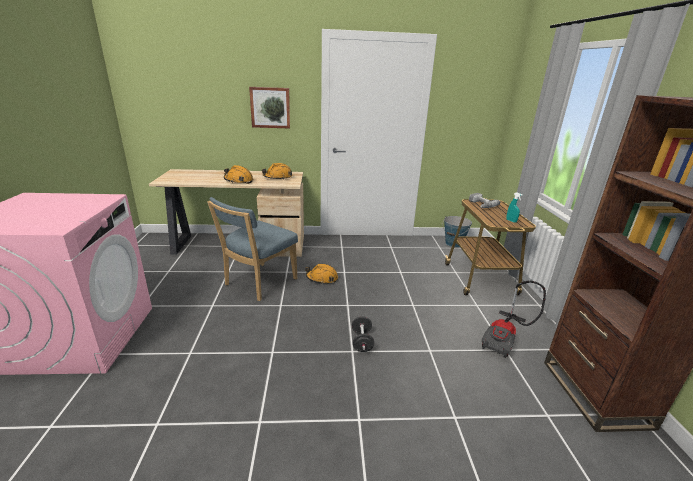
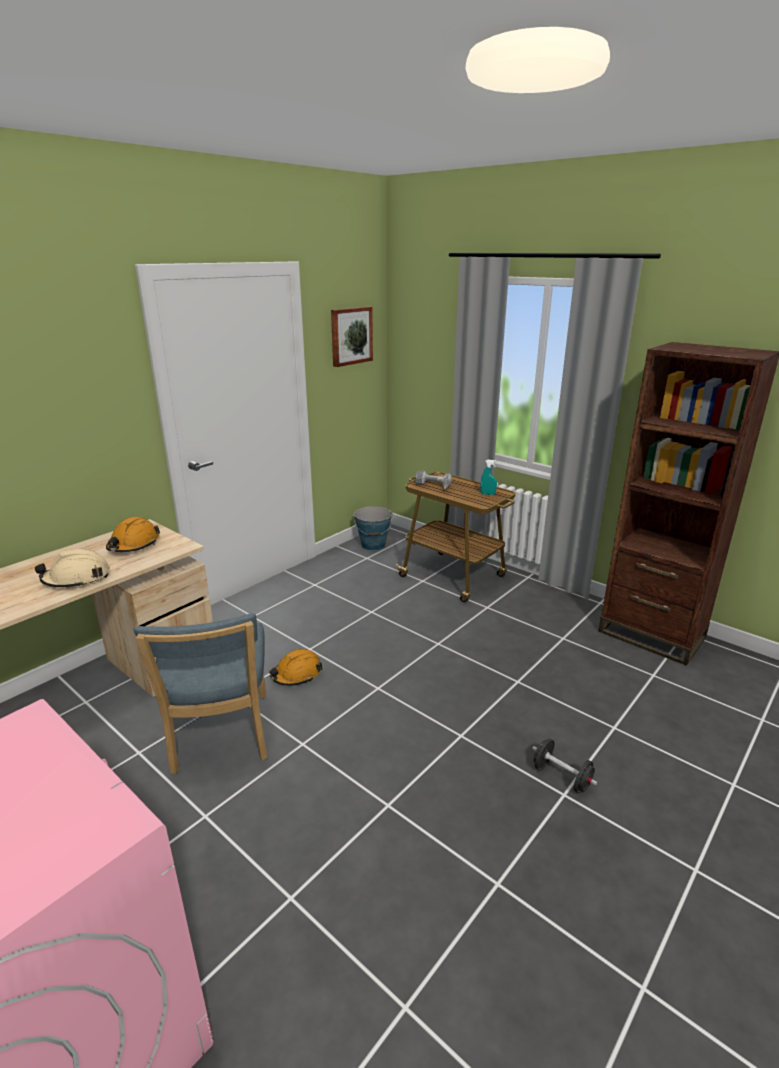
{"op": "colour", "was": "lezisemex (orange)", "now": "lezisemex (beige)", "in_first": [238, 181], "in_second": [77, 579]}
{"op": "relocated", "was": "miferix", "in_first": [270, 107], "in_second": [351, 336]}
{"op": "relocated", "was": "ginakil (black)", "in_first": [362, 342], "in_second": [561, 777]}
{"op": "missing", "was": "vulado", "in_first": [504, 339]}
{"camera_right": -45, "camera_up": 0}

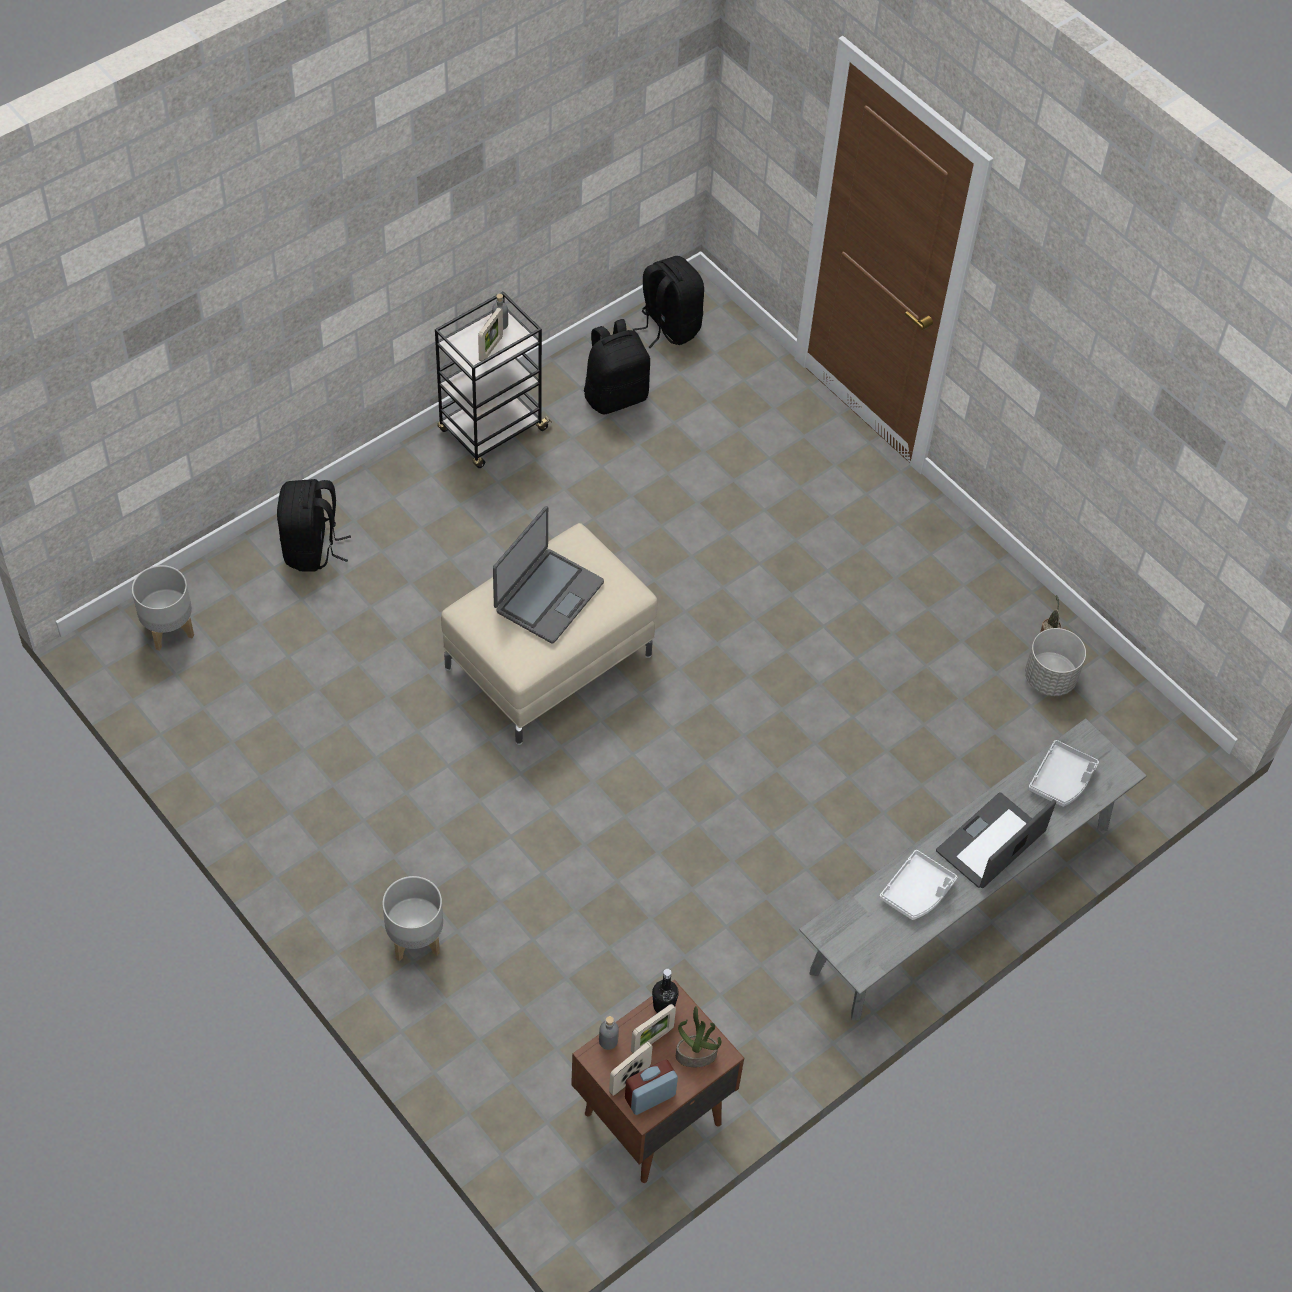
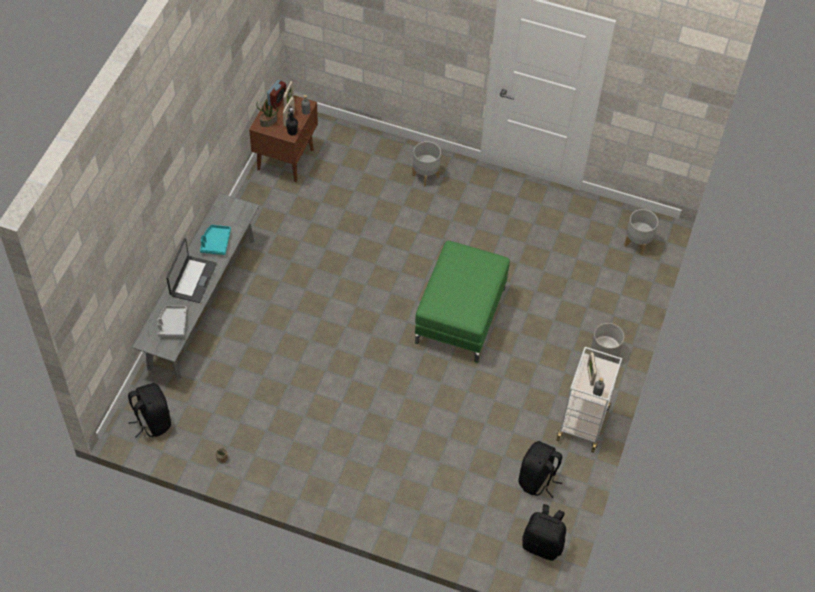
{"op": "relocated", "was": "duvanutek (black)", "in_first": [312, 549], "in_second": [152, 421]}
{"op": "colour", "was": "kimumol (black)", "now": "kimumol (white)", "in_first": [492, 431], "in_second": [583, 422]}
{"op": "colour", "was": "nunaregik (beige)", "now": "nunaregik (green)", "in_first": [548, 659], "in_second": [461, 316]}
{"op": "missing", "was": "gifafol", "in_first": [548, 596]}
{"op": "colour", "was": "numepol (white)", "now": "numepol (turquoise)", "in_first": [917, 891], "in_second": [215, 243]}
{"op": "relocated", "was": "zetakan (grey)", "in_first": [1050, 678], "in_second": [604, 350]}
{"camera_right": 150, "camera_up": 0}

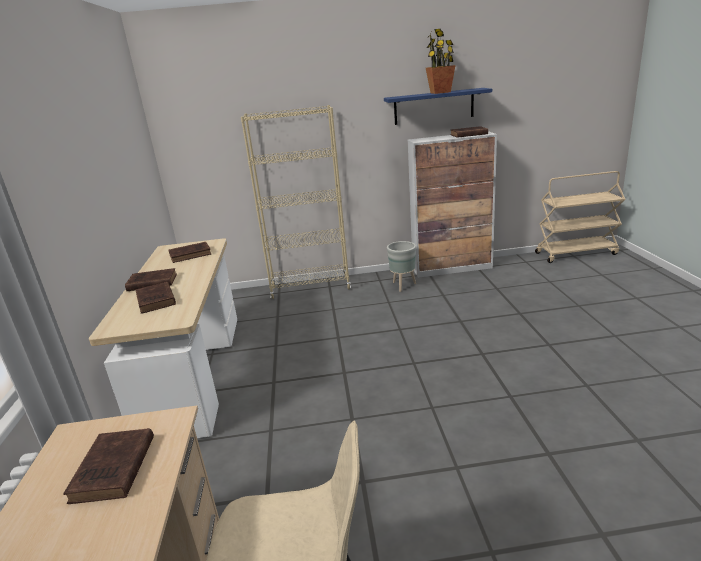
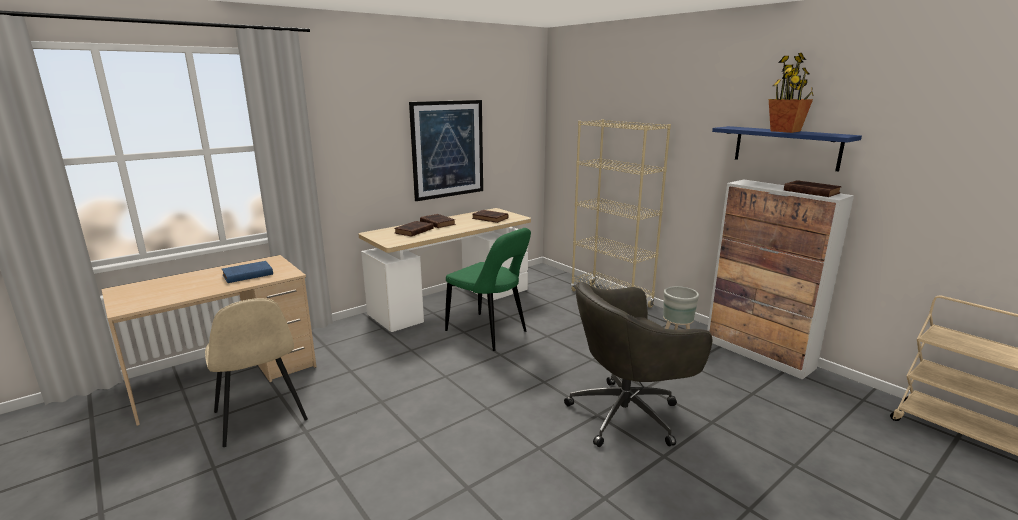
{"op": "colour", "was": "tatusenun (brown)", "now": "tatusenun (blue)", "in_first": [113, 471], "in_second": [246, 275]}
{"op": "appeared", "now": "miferix", "in_second": [448, 149]}
{"op": "appeared", "now": "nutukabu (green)", "in_second": [489, 333]}
{"op": "appeared", "now": "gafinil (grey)", "in_second": [627, 414]}
{"camera_right": 55, "camera_up": -5}

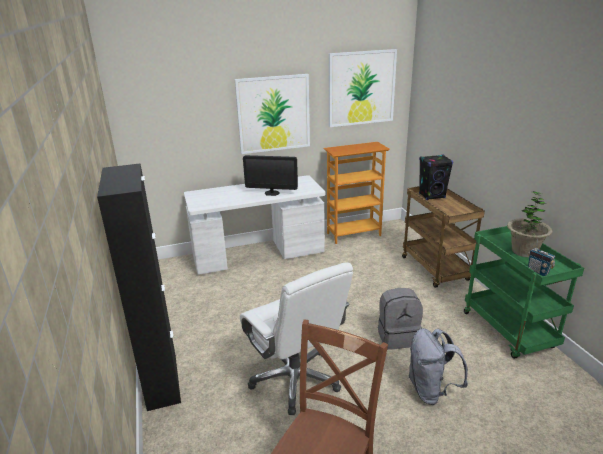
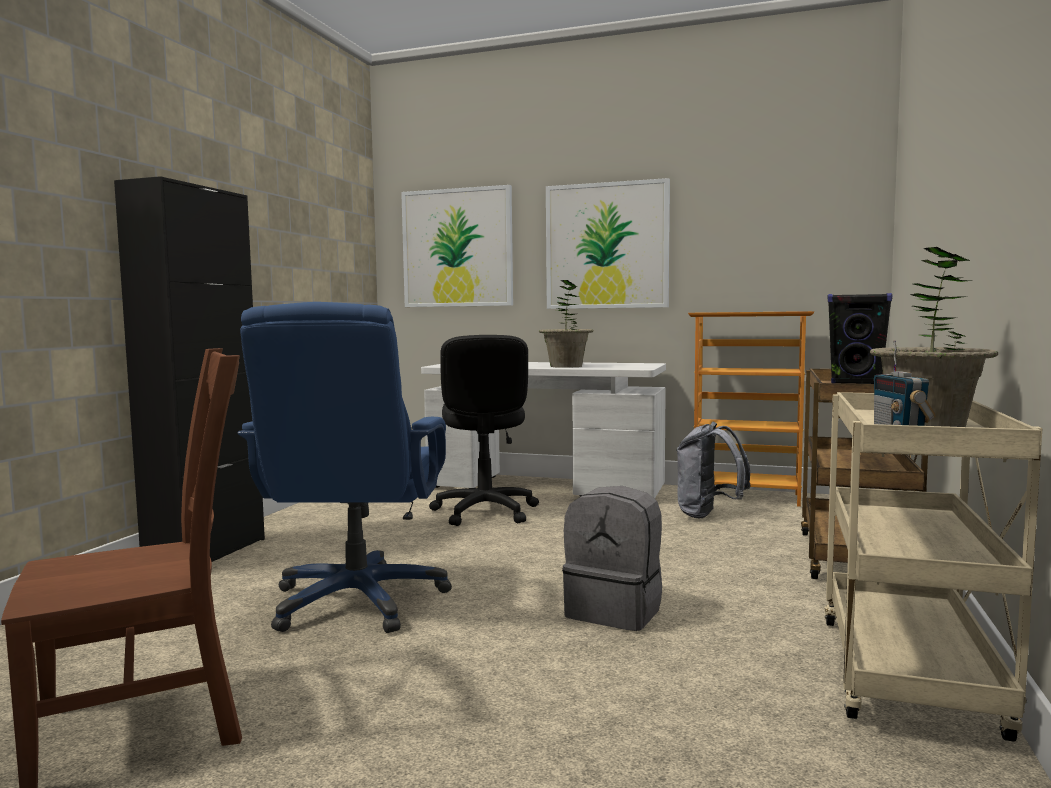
{"op": "colour", "was": "gafinil (white)", "now": "gafinil (blue)", "in_first": [295, 379], "in_second": [357, 601]}
{"op": "exchanged", "was": "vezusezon", "now": "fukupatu", "in_first": [272, 193], "in_second": [566, 366]}
{"op": "relocated", "was": "miferix", "in_first": [361, 88], "in_second": [457, 248]}
{"op": "relocated", "was": "duvanutek (grey)", "in_first": [431, 391], "in_second": [708, 515]}
{"op": "colour", "was": "kimumol (green)", "now": "kimumol (beige)", "in_first": [509, 331], "in_second": [910, 678]}
{"op": "appeared", "now": "gafinil (black)", "in_second": [484, 512]}
{"camera_right": 35, "camera_up": -20}

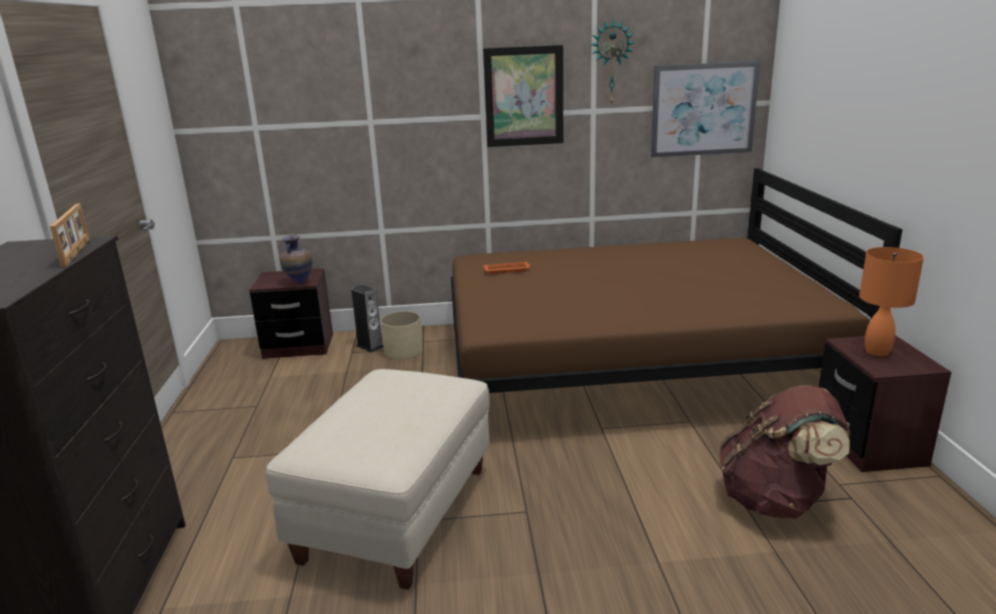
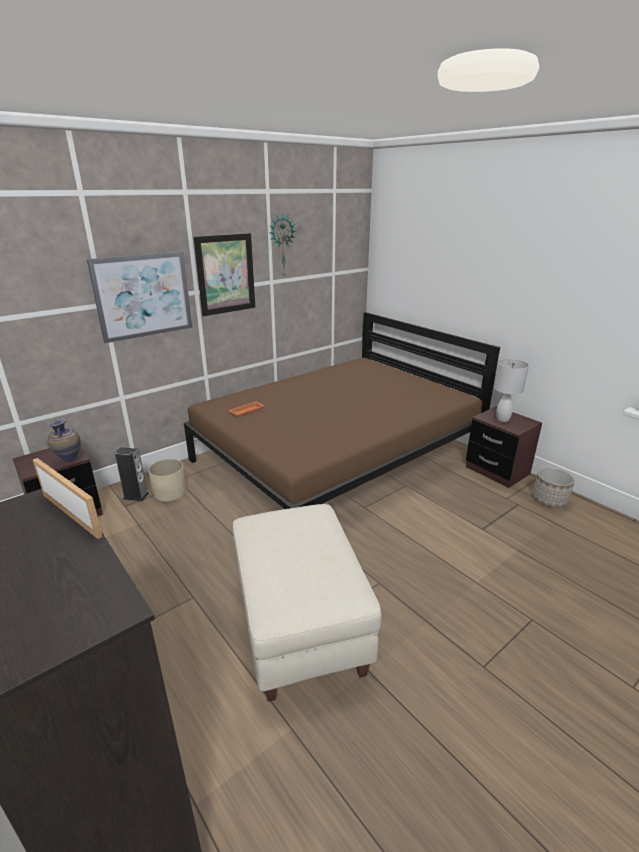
{"op": "relocated", "was": "miferix", "in_first": [703, 109], "in_second": [143, 296]}
{"op": "missing", "was": "duvanutek (brown)", "in_first": [775, 500]}
{"op": "colour", "was": "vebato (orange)", "now": "vebato (white)", "in_first": [878, 352], "in_second": [503, 419]}
{"op": "appeared", "now": "zetakan", "in_second": [549, 500]}
{"camera_right": -35, "camera_up": 5}

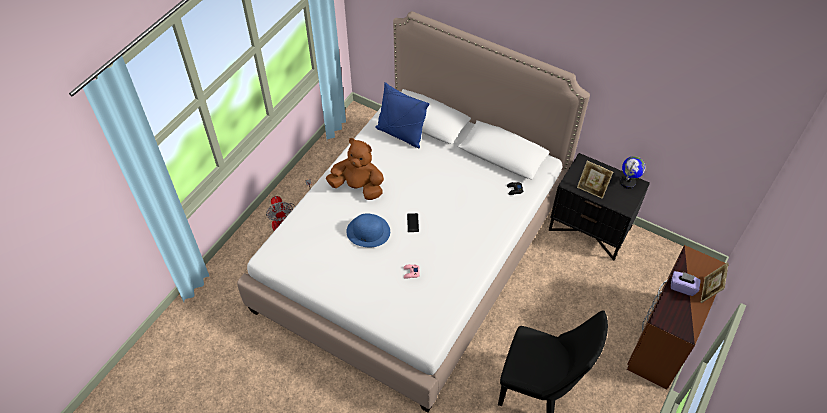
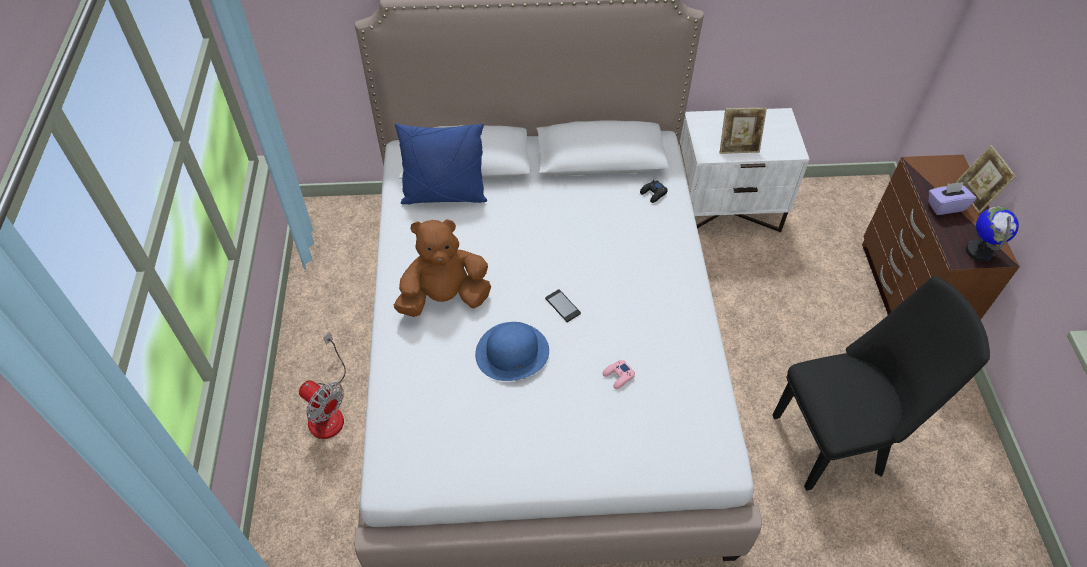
{"op": "colour", "was": "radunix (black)", "now": "radunix (white)", "in_first": [590, 229], "in_second": [726, 209]}
{"op": "relocated", "was": "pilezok", "in_first": [628, 182], "in_second": [979, 251]}
{"camera_right": -35, "camera_up": 0}

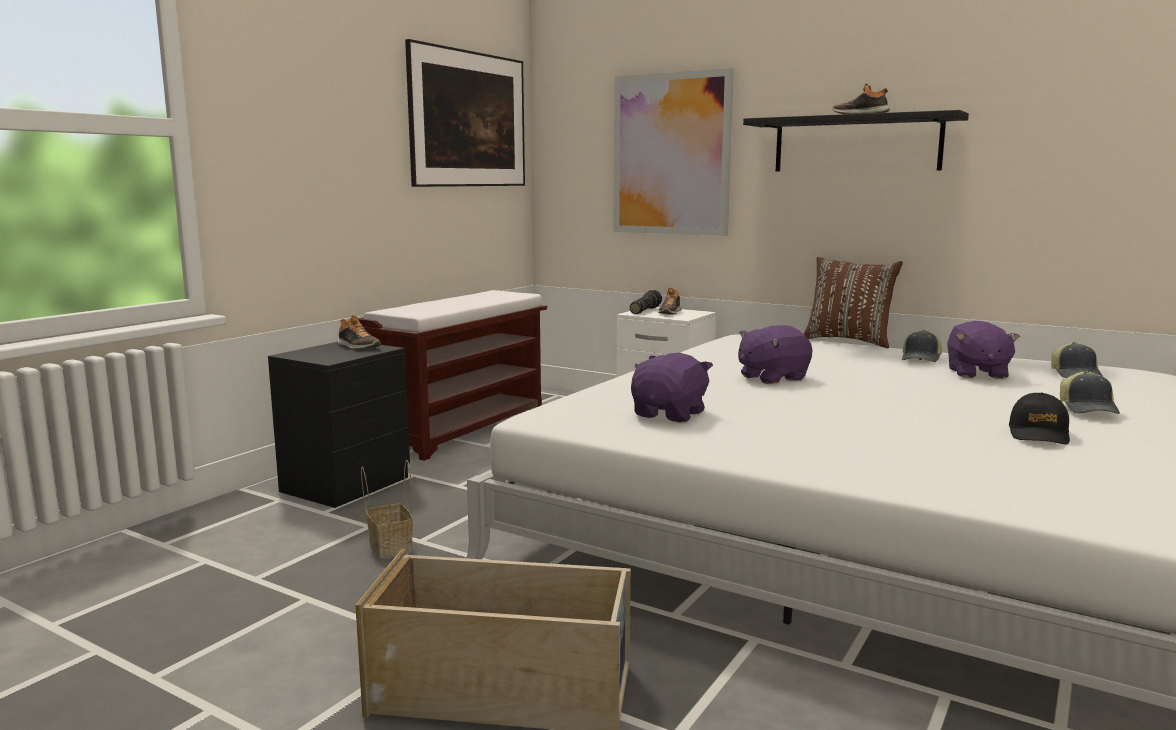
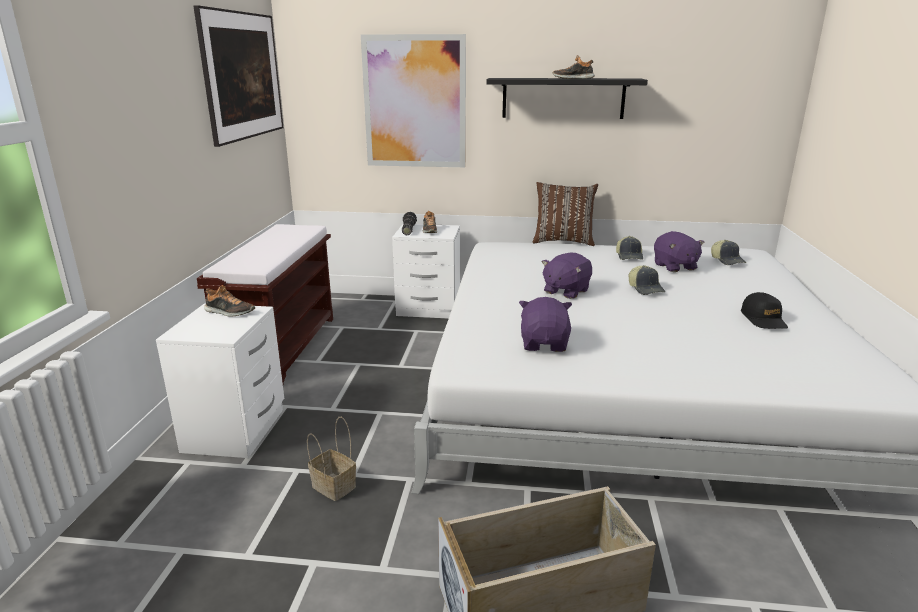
{"op": "colour", "was": "radunix (black)", "now": "radunix (white)", "in_first": [349, 484], "in_second": [237, 429]}
{"op": "relocated", "was": "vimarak", "in_first": [1088, 409], "in_second": [646, 289]}
{"camera_right": -25, "camera_up": 10}

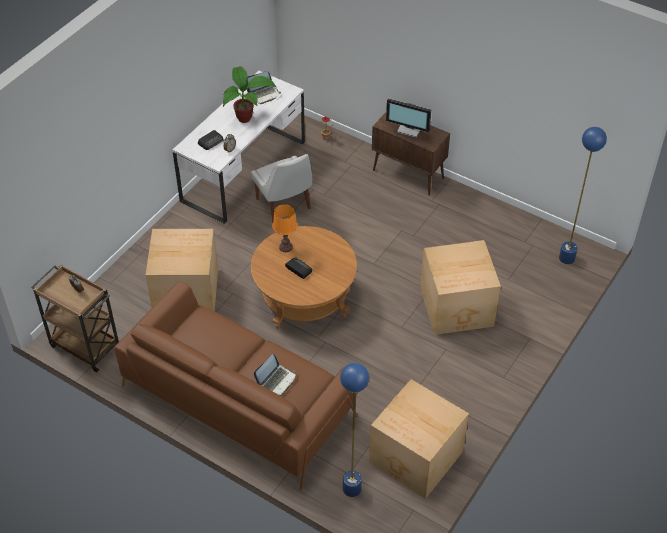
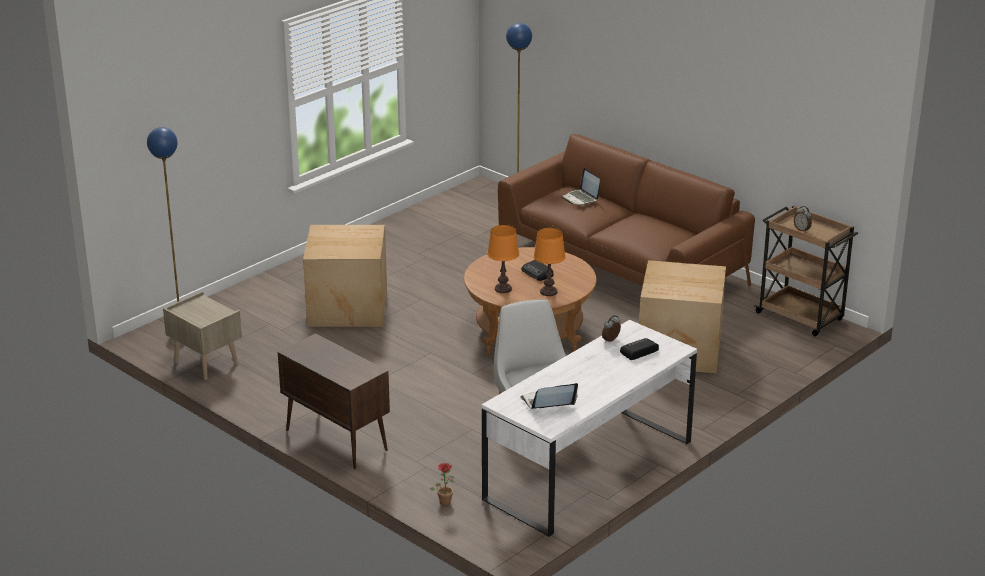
{"op": "missing", "was": "fukupatu", "in_first": [247, 118]}
{"op": "spun", "was": "gifafol", "in_first": [276, 381], "in_second": [581, 198], "clockwise": -75}
{"op": "missing", "was": "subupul", "in_first": [416, 458]}
{"op": "missing", "was": "vezusezon", "in_first": [410, 129]}
{"op": "appeared", "now": "radunix (beige)", "in_second": [205, 363]}
{"op": "appeared", "now": "vebato (orange)", "in_second": [503, 289]}
{"camera_right": -170, "camera_up": -20}

